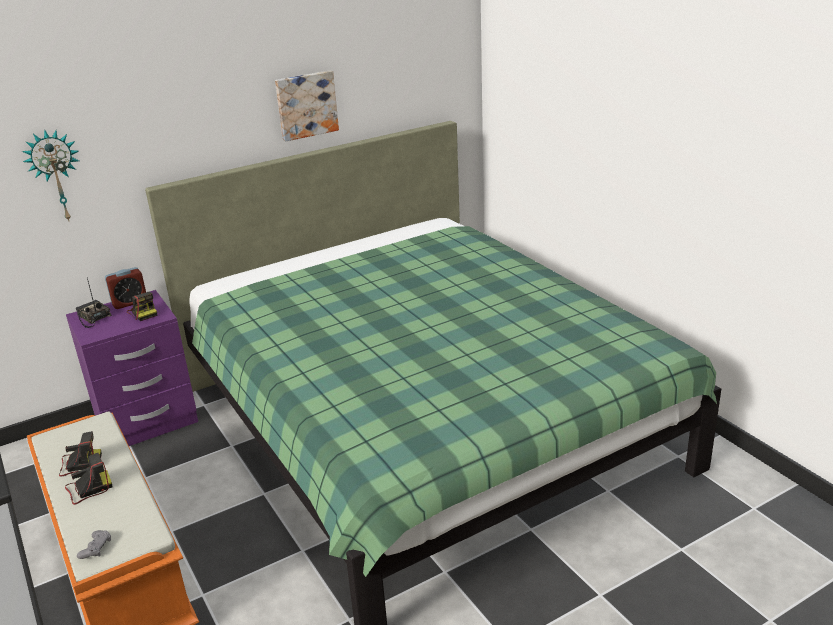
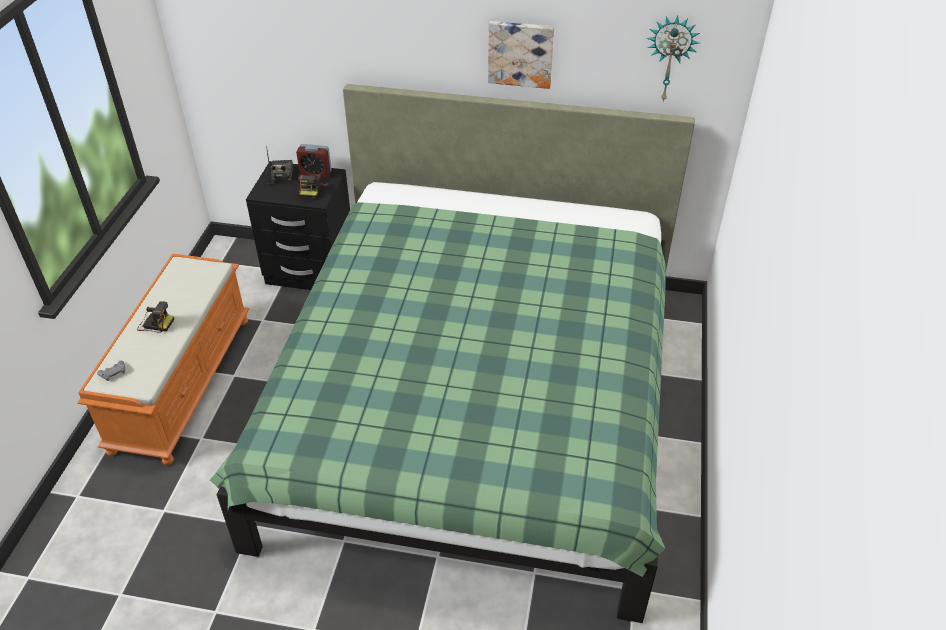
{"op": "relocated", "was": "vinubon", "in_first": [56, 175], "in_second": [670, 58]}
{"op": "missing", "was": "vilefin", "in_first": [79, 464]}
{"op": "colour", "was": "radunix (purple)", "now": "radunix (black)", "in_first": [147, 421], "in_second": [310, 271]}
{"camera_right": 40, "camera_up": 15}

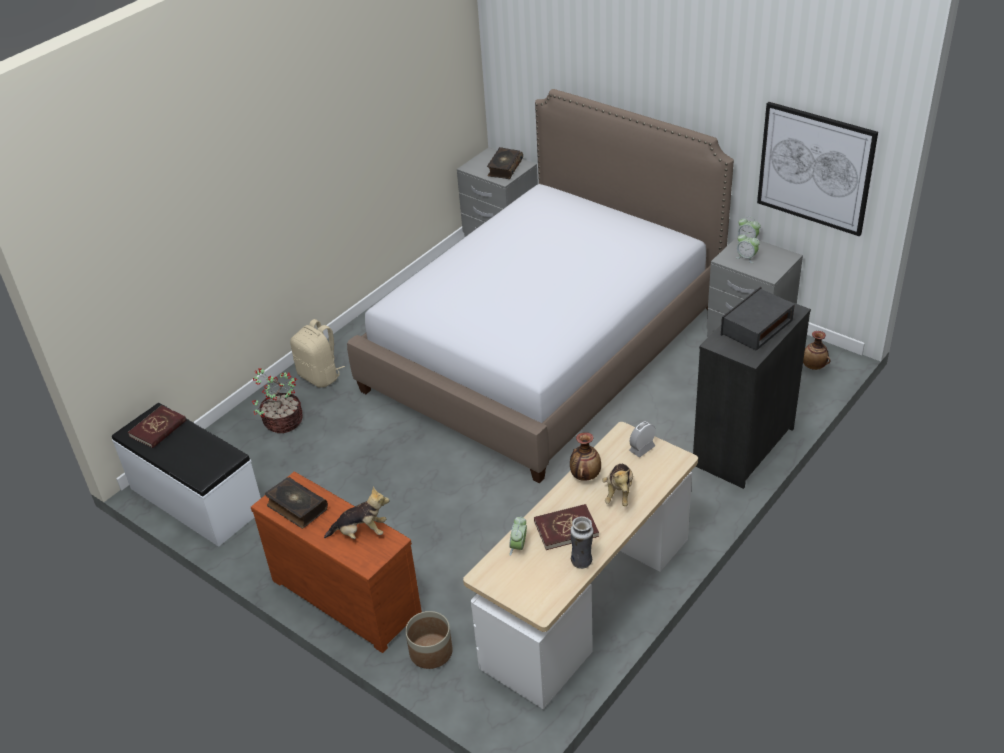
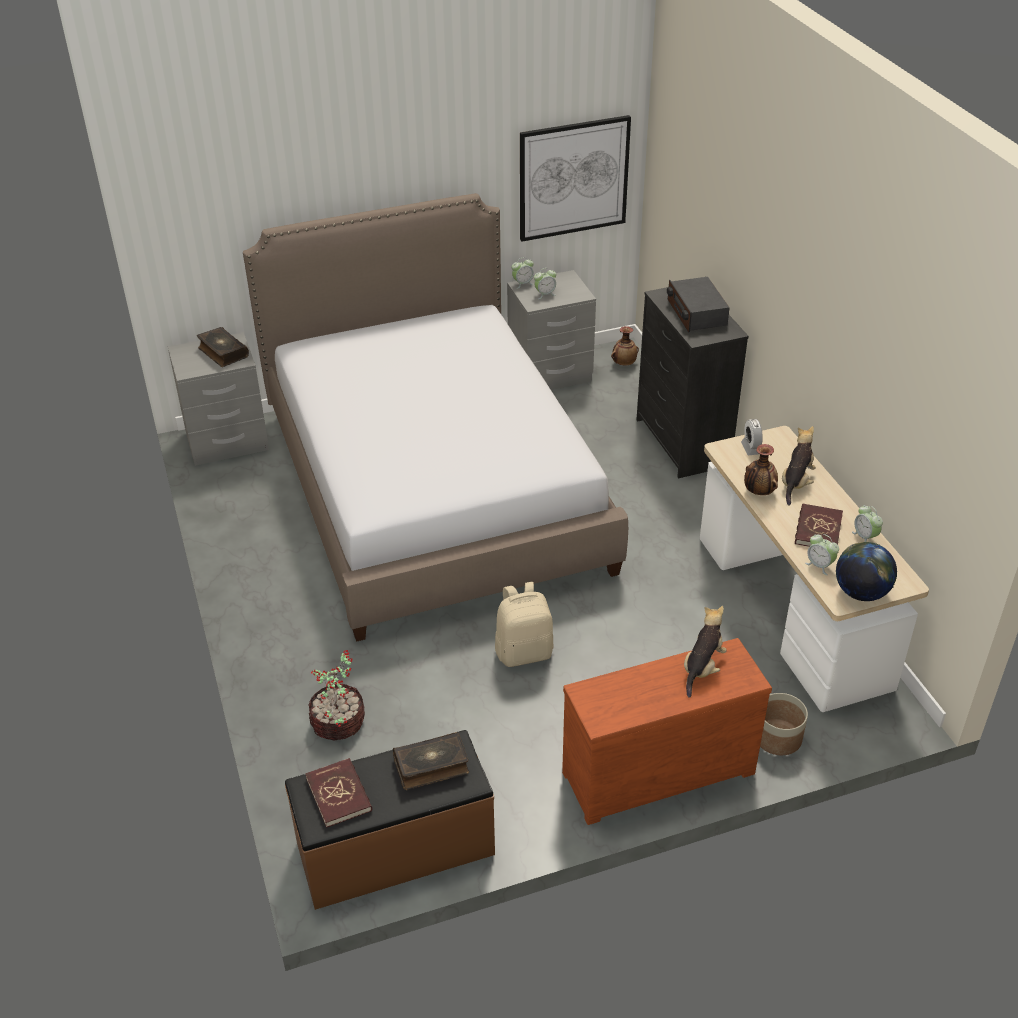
{"op": "colour", "was": "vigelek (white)", "now": "vigelek (brown)", "in_first": [195, 499], "in_second": [395, 850]}
{"op": "relocated", "was": "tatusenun", "in_first": [296, 507], "in_second": [431, 767]}
{"op": "relocated", "was": "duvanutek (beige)", "in_first": [320, 376], "in_second": [524, 652]}
{"op": "exchanged", "was": "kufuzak", "now": "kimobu", "in_first": [582, 561], "in_second": [865, 537]}
{"op": "spun", "was": "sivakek", "in_first": [619, 492], "in_second": [796, 483], "clockwise": -105}
{"op": "appeared", "now": "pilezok", "in_second": [861, 593]}
{"camera_right": -60, "camera_up": 0}

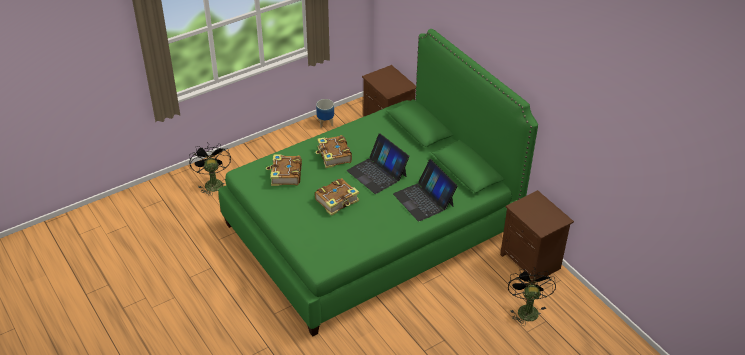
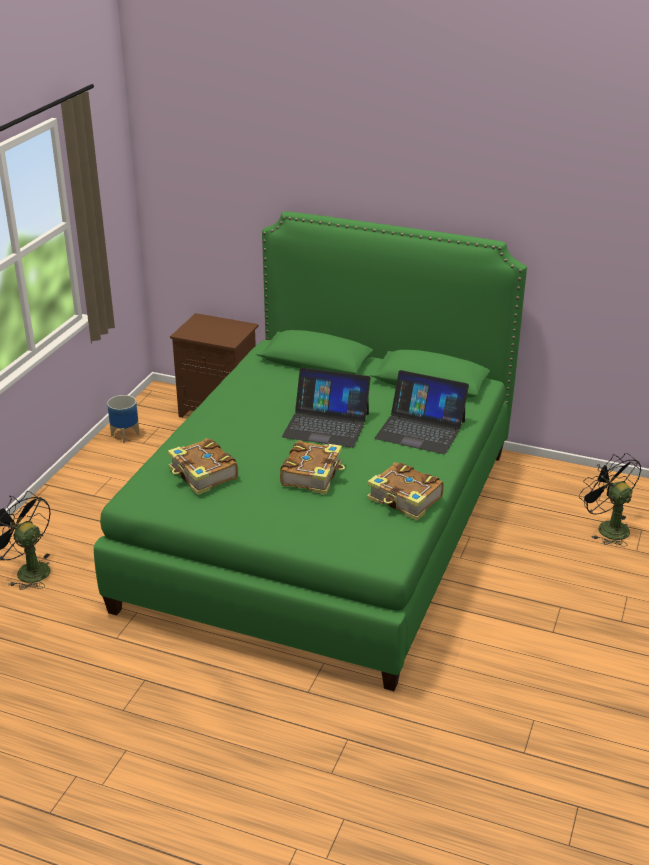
{"op": "relocated", "was": "tatusenun", "in_first": [334, 156], "in_second": [405, 500]}
{"op": "missing", "was": "radunix (brown)", "in_first": [531, 262]}
{"camera_right": -35, "camera_up": -10}

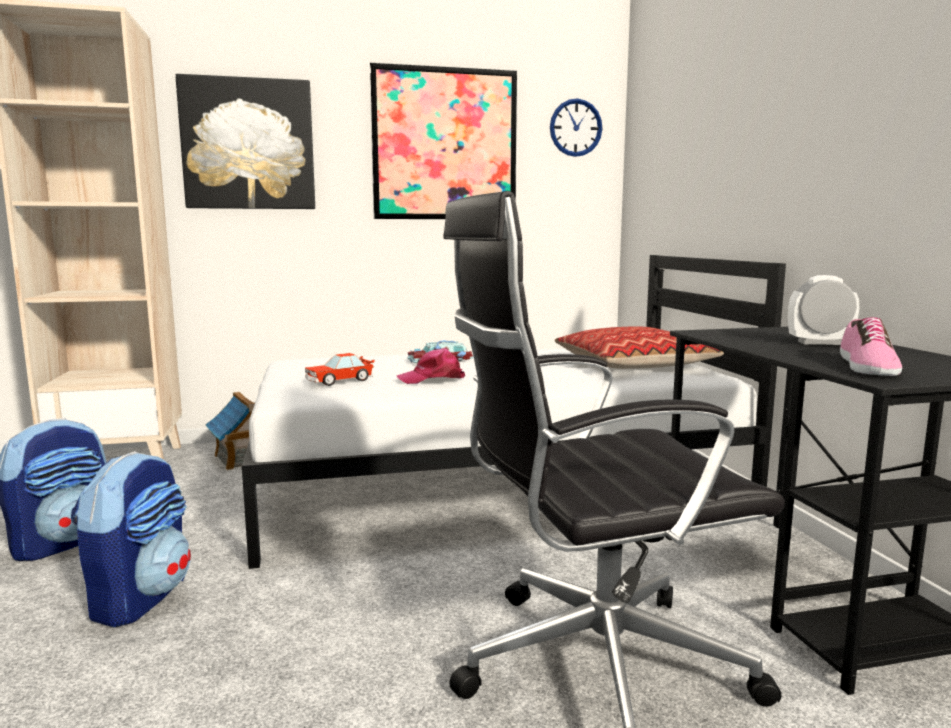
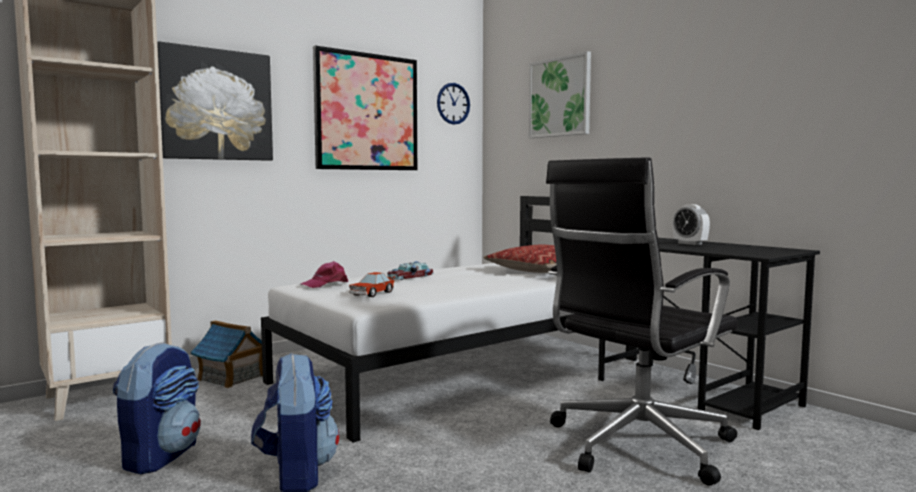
{"op": "relocated", "was": "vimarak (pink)", "in_first": [432, 379], "in_second": [326, 284]}
{"op": "spun", "was": "kimobu", "in_first": [819, 343], "in_second": [690, 243], "clockwise": -105}
{"op": "missing", "was": "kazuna", "in_first": [865, 366]}
{"op": "appeared", "now": "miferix", "in_second": [560, 97]}
{"camera_right": -25, "camera_up": -5}

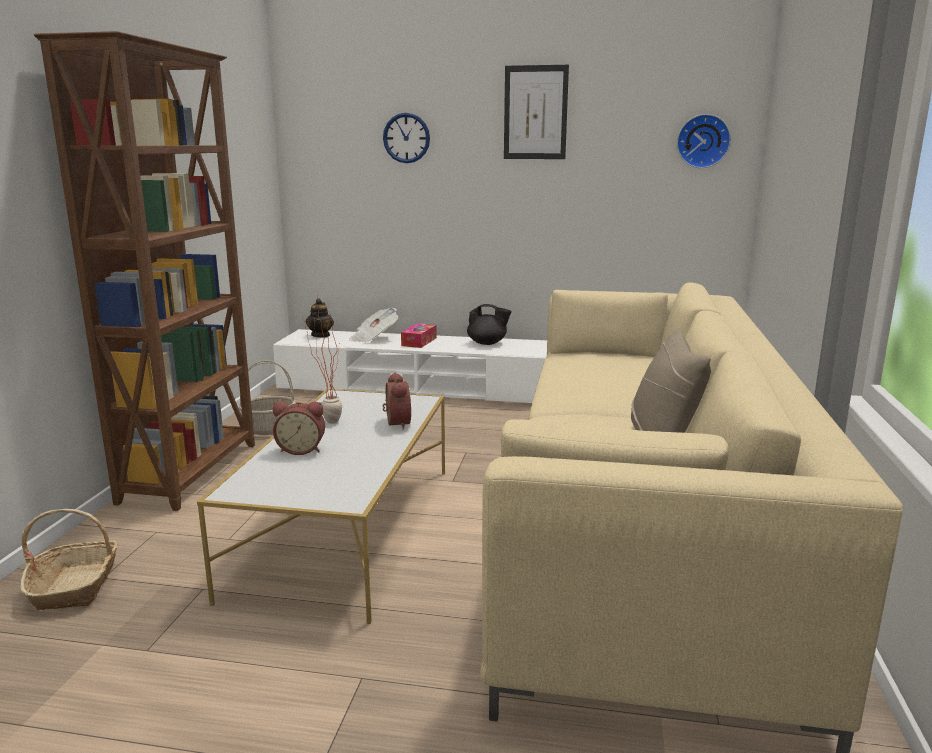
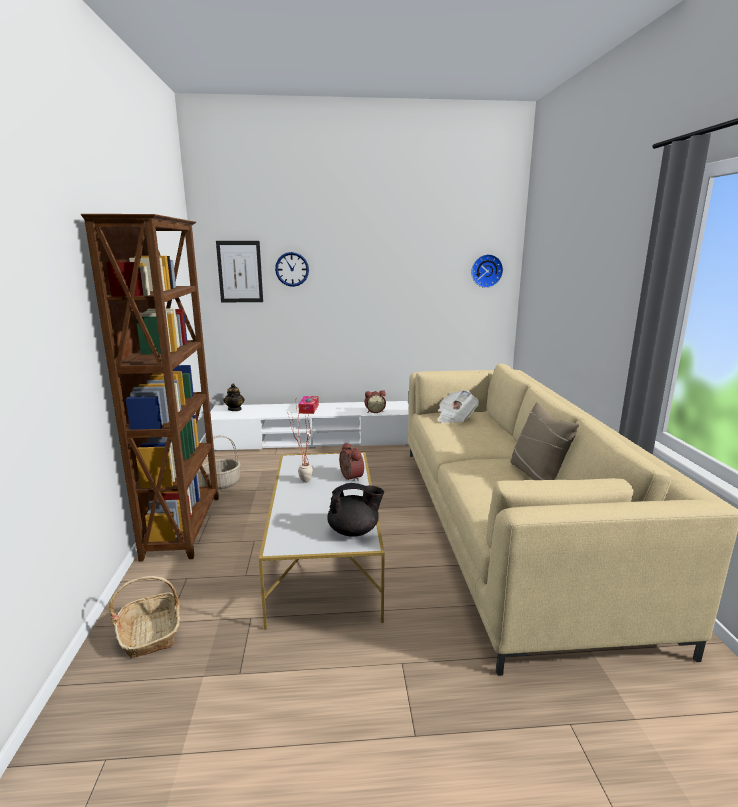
{"op": "relocated", "was": "kimobu", "in_first": [301, 449], "in_second": [374, 411]}
{"op": "relocated", "was": "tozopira", "in_first": [374, 338], "in_second": [455, 418]}
{"op": "relocated", "was": "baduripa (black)", "in_first": [487, 343], "in_second": [354, 531]}
{"op": "relocated", "was": "miferix", "in_first": [535, 113], "in_second": [240, 272]}
{"camera_right": -15, "camera_up": 0}

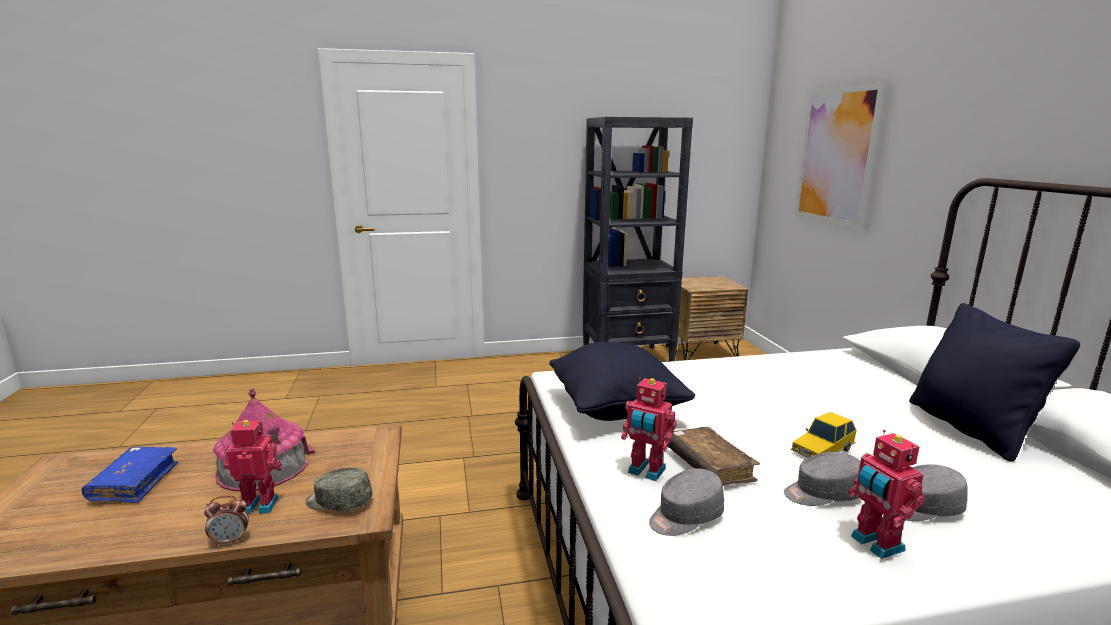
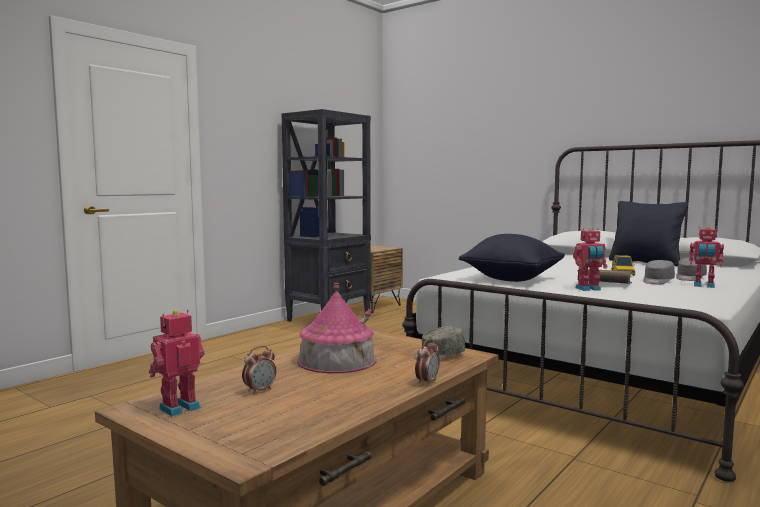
{"op": "exchanged", "was": "tatusenun (blue)", "now": "kimobu", "in_first": [135, 483], "in_second": [260, 391]}
{"op": "relocated", "was": "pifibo", "in_first": [260, 504], "in_second": [178, 407]}
{"op": "missing", "was": "vimarak (grey)", "in_first": [684, 517]}
{"op": "missing", "was": "miferix", "in_first": [837, 156]}
{"camera_right": -40, "camera_up": -10}

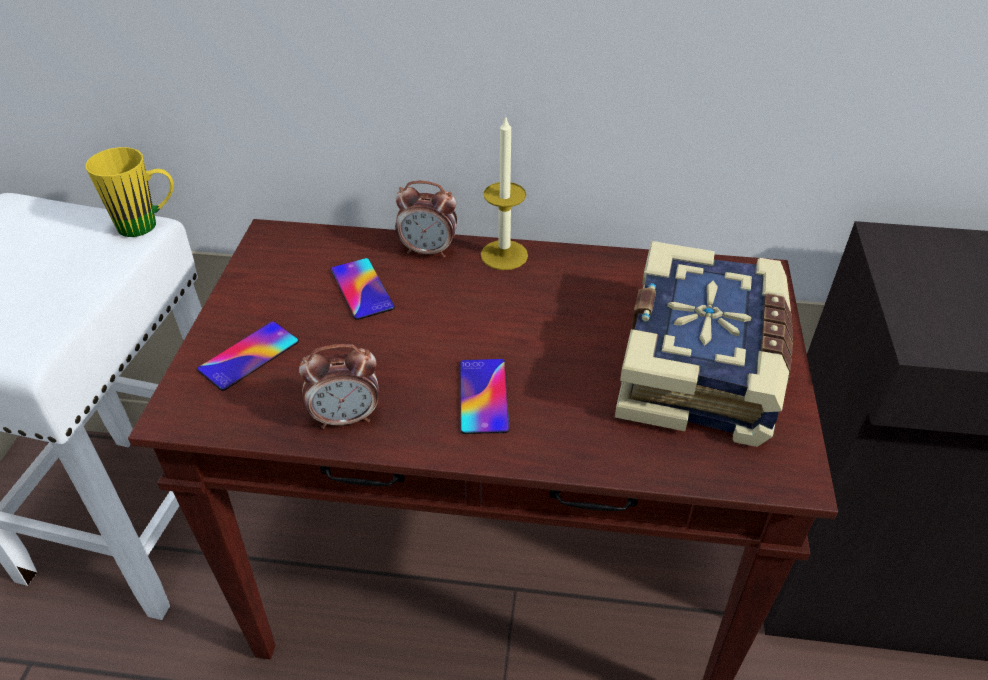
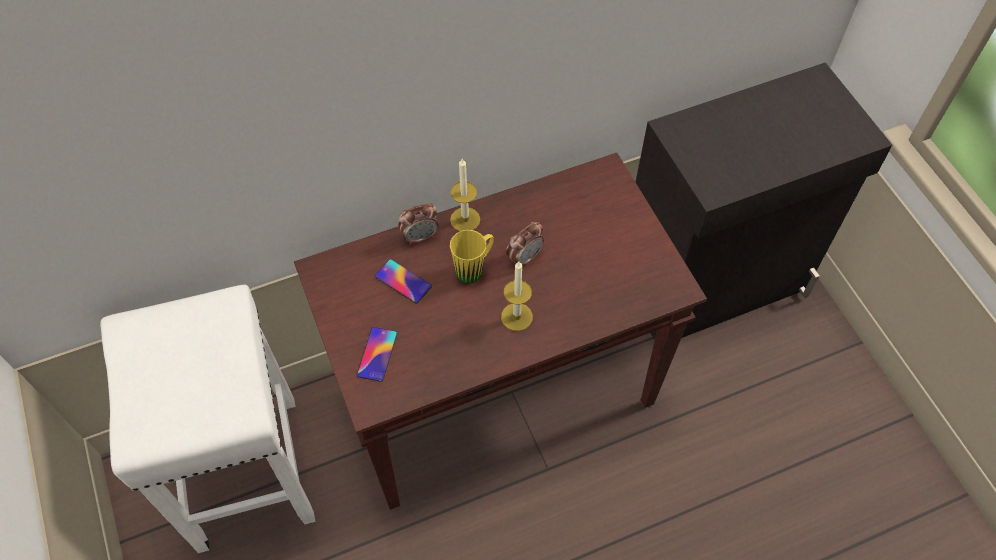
{"op": "relocated", "was": "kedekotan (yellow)", "in_first": [148, 225], "in_second": [474, 268]}
{"op": "relocated", "was": "kimobu", "in_first": [346, 417], "in_second": [524, 257]}
{"op": "exchanged", "was": "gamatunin", "now": "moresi", "in_first": [483, 396], "in_second": [516, 317]}
{"op": "missing", "was": "tatusenun", "in_first": [703, 367]}
{"camera_right": -30, "camera_up": 15}

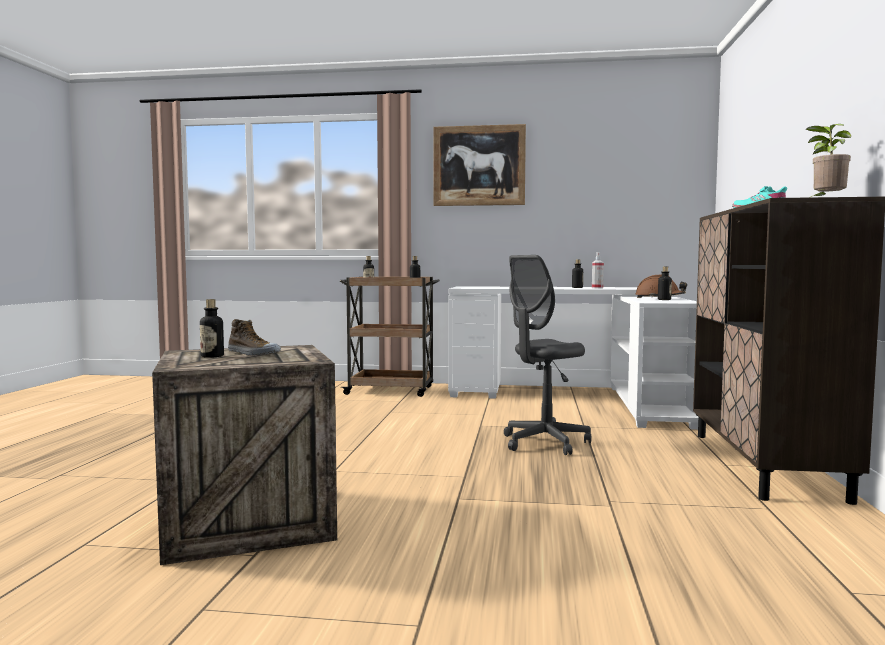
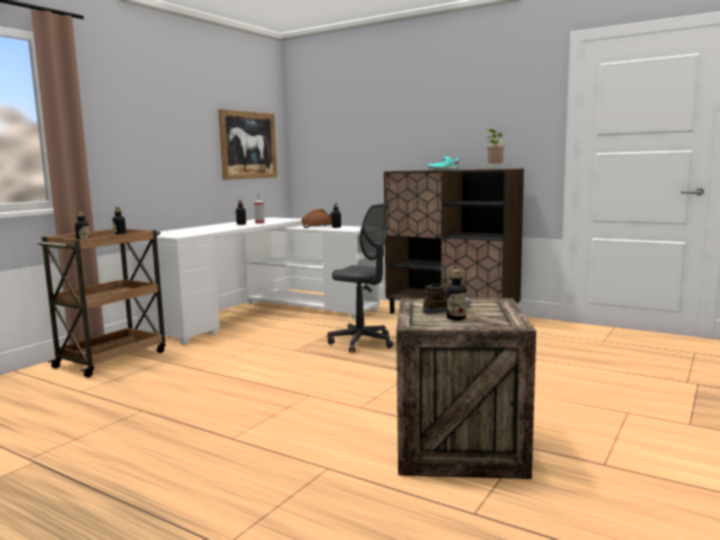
{"op": "relocated", "was": "miferix", "in_first": [479, 166], "in_second": [248, 145]}
{"op": "spun", "was": "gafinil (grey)", "in_first": [544, 443], "in_second": [362, 343], "clockwise": -45}
{"camera_right": -65, "camera_up": 5}

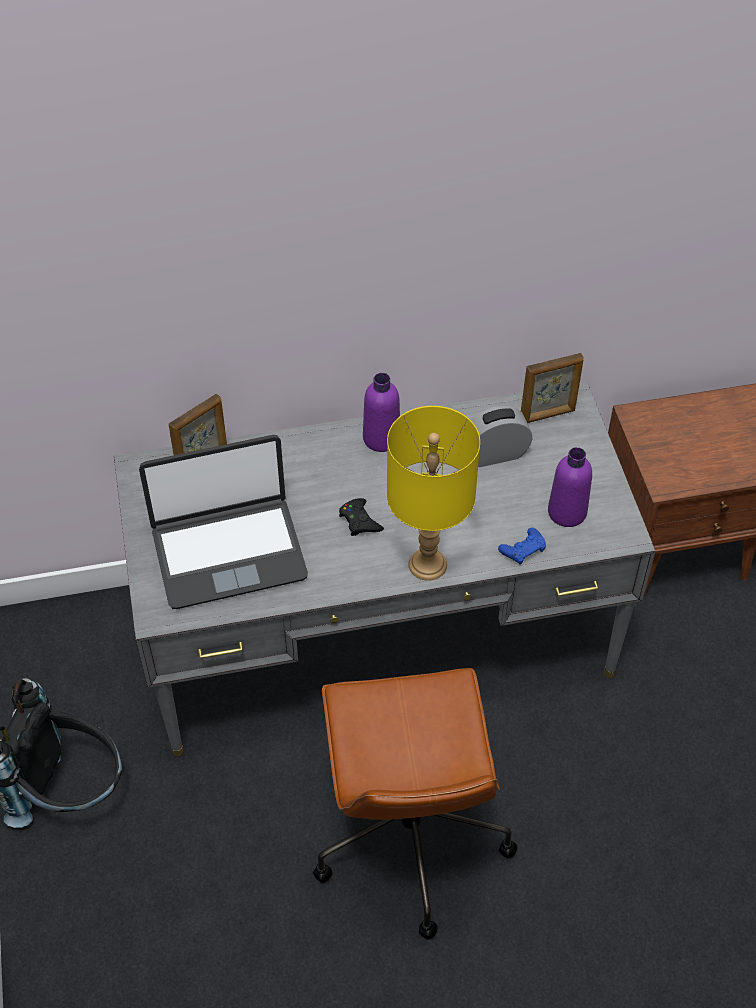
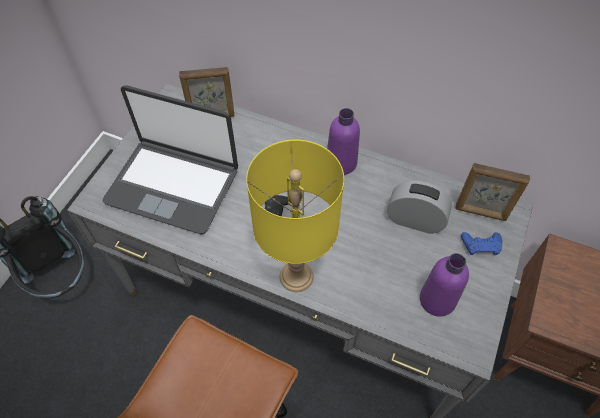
{"op": "relocated", "was": "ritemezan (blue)", "in_first": [523, 549], "in_second": [481, 245]}
{"camera_right": 35, "camera_up": 5}

